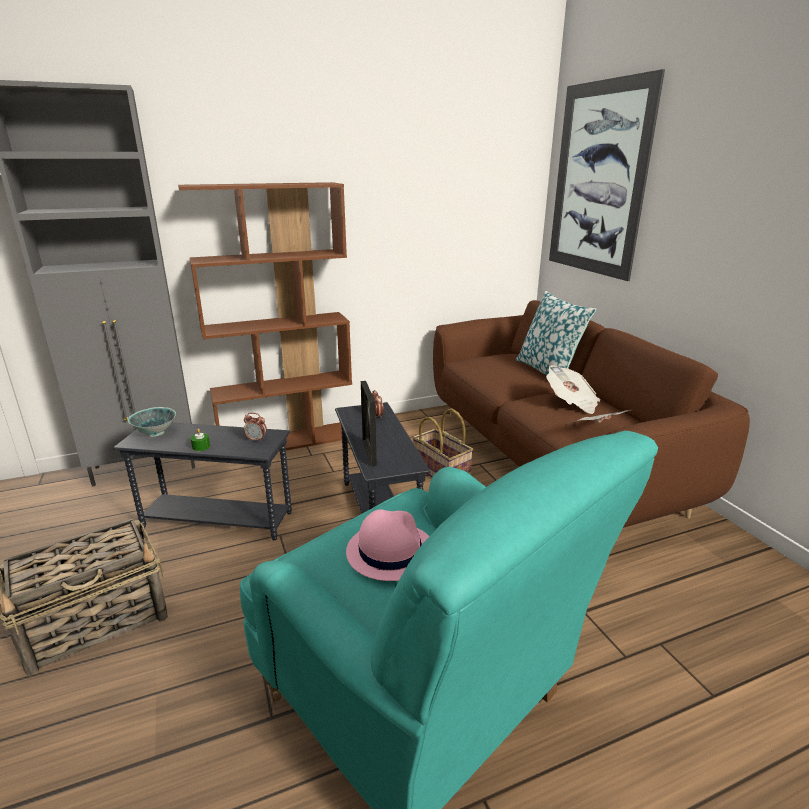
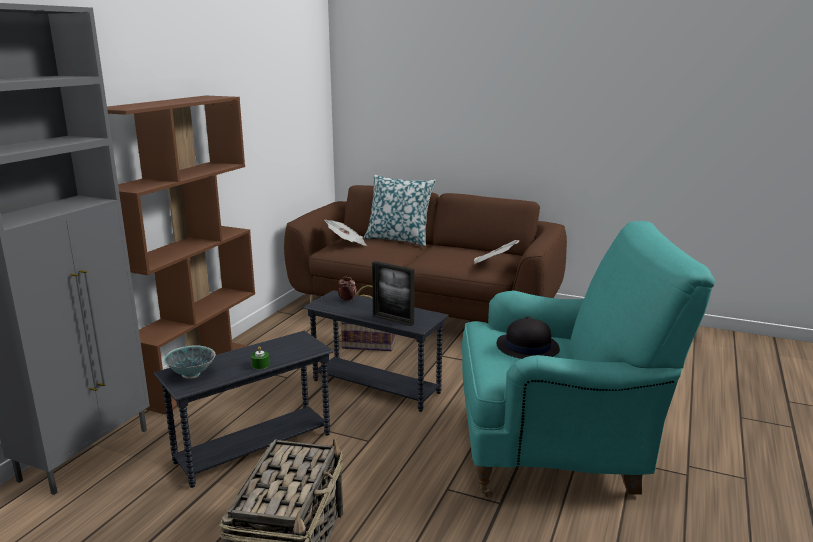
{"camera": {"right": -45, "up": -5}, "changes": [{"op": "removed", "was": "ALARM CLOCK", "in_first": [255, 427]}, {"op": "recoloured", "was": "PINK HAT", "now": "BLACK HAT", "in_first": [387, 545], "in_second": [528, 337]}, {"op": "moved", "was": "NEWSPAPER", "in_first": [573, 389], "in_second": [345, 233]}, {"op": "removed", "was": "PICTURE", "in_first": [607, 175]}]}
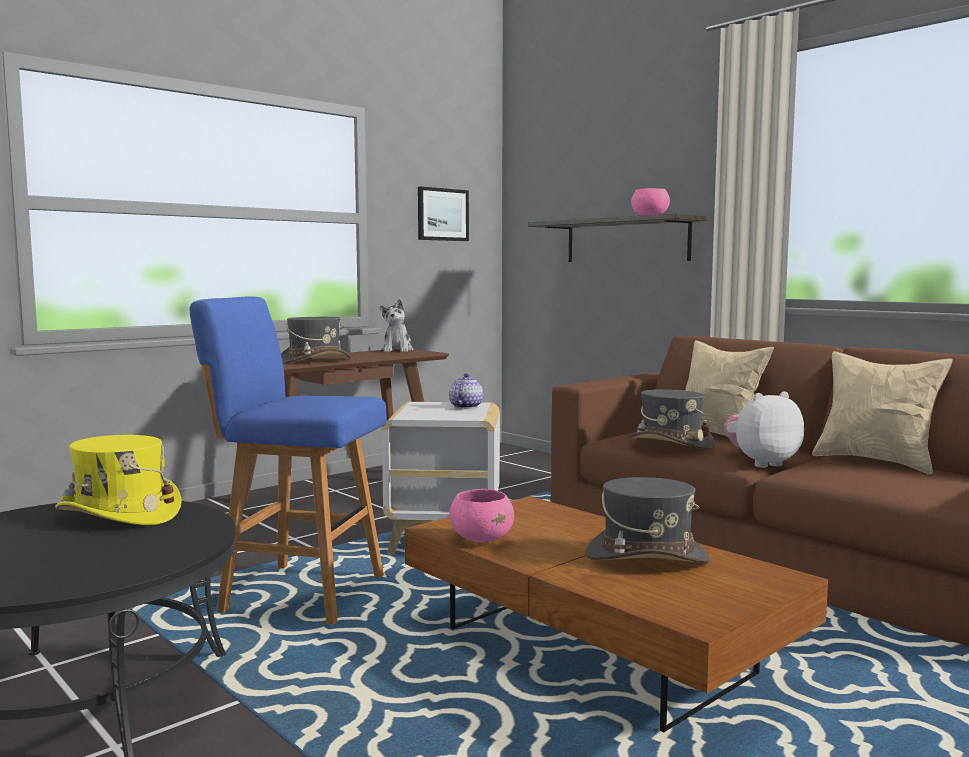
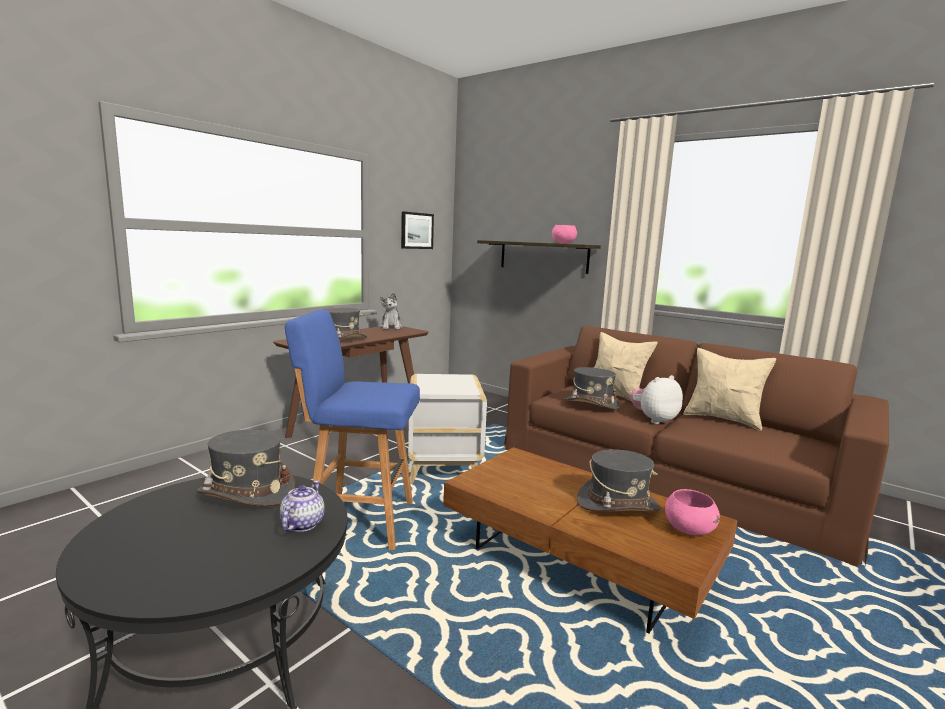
{"camera": {"right": -10, "up": 5}, "changes": [{"op": "recoloured", "was": "YELLOW HAT", "now": "GREY HAT", "in_first": [118, 480], "in_second": [246, 468]}, {"op": "moved", "was": "TEAPOT", "in_first": [466, 391], "in_second": [302, 506]}, {"op": "moved", "was": "PINK BOWL", "in_first": [481, 516], "in_second": [692, 512]}]}
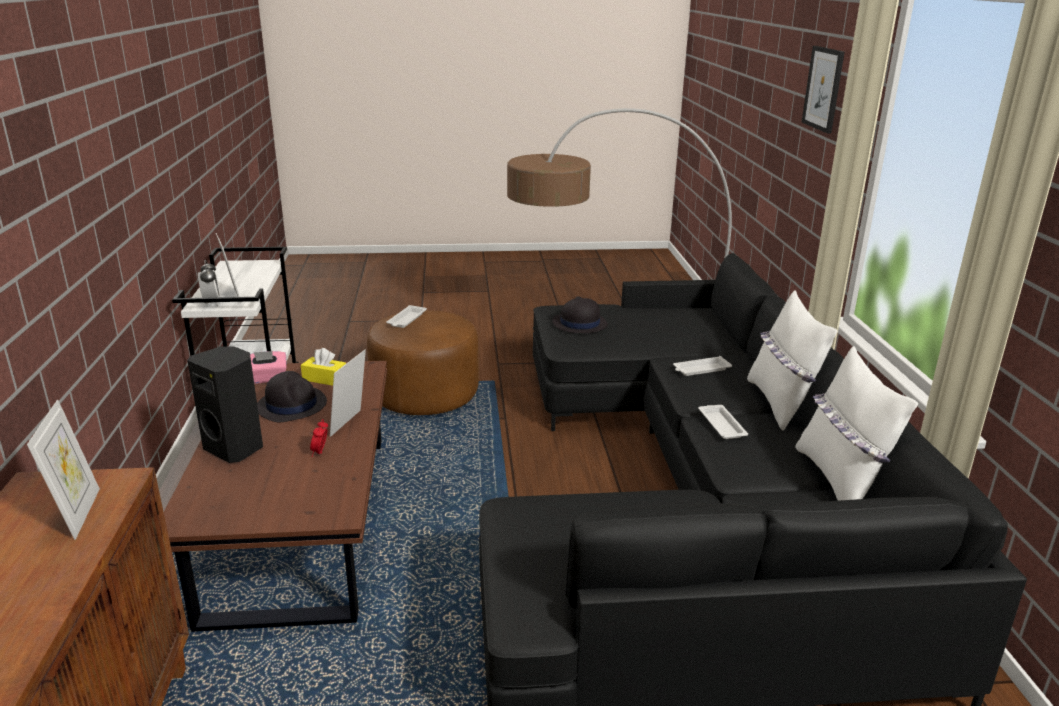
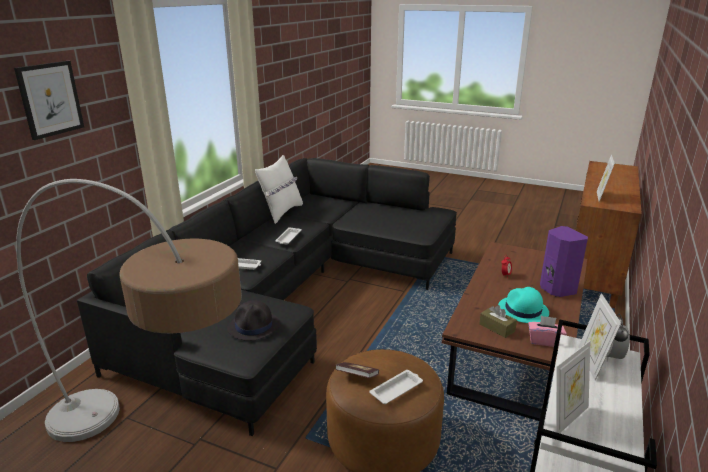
{"camera": {"right": -150, "up": 0}, "changes": [{"op": "recoloured", "was": "BLACK SPEAKER", "now": "PURPLE SPEAKER", "in_first": [225, 404], "in_second": [564, 261]}, {"op": "recoloured", "was": "BLACK HAT", "now": "TURQUOISE HAT", "in_first": [292, 396], "in_second": [523, 305]}, {"op": "recoloured", "was": "YELLOW TISSUE BOX", "now": "BROWN TISSUE BOX", "in_first": [323, 367], "in_second": [498, 321]}, {"op": "moved", "was": "PICTURE FRAME", "in_first": [348, 393], "in_second": [573, 387]}, {"op": "removed", "was": "WHITE PILLOW", "in_first": [792, 360]}, {"op": "added", "now": "BOOK", "in_second": [357, 370]}]}
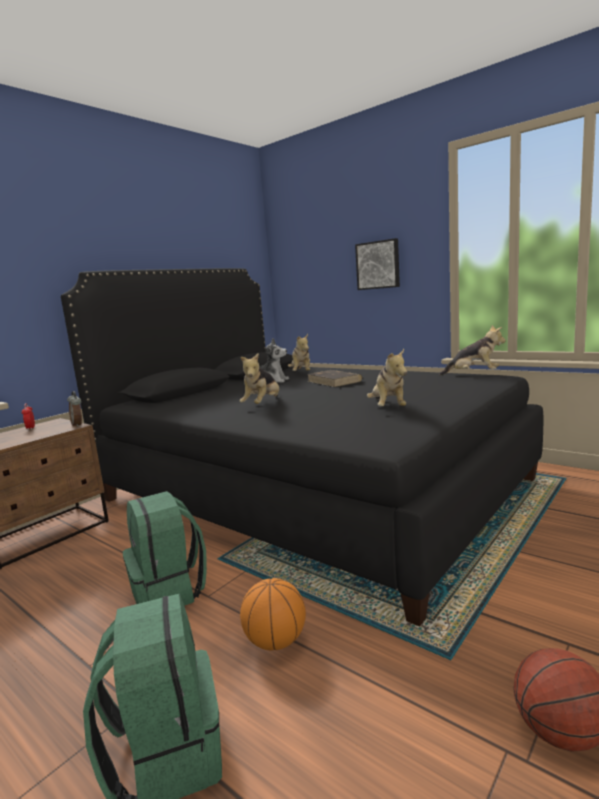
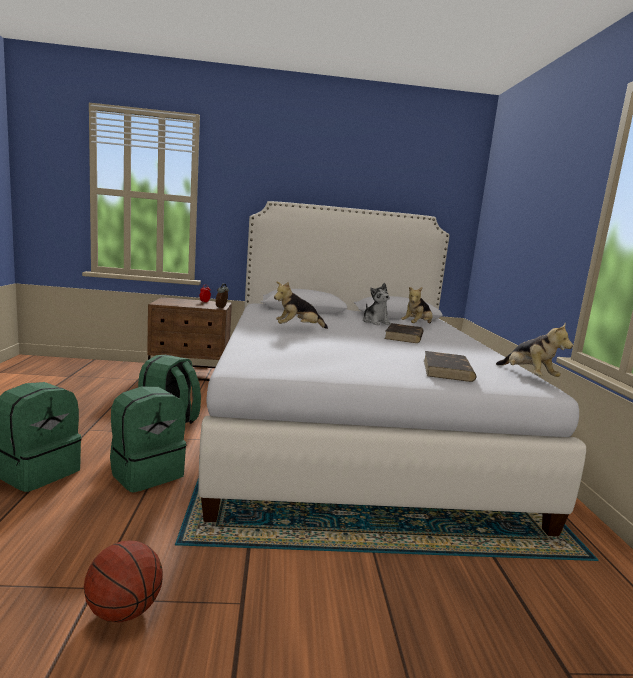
{"camera": {"right": 45, "up": 0}, "changes": [{"op": "recoloured", "was": "BLACK BED", "now": "WHITE BED", "in_first": [302, 447], "in_second": [392, 368]}, {"op": "replaced", "was": "BASKETBALL", "now": "GREEN BACKPACK", "in_first": [273, 614], "in_second": [148, 440]}, {"op": "removed", "was": "PICTURE", "in_first": [377, 264]}, {"op": "removed", "was": "PLUSH TOY", "in_first": [387, 377]}, {"op": "added", "now": "BROWN BOOK", "in_second": [450, 366]}]}
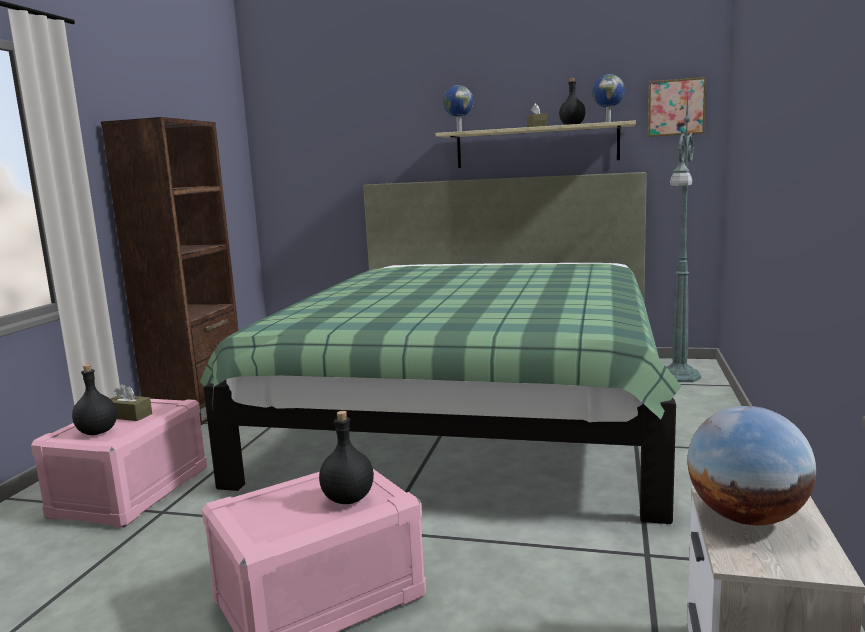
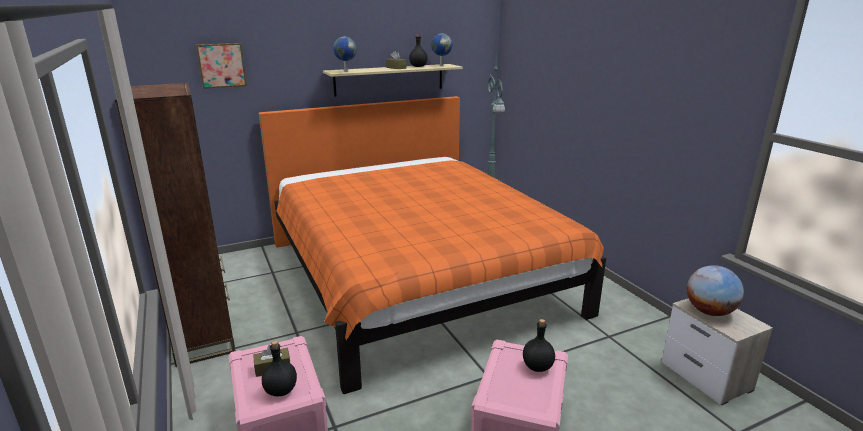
{"camera": {"right": -40, "up": 10}, "changes": [{"op": "recoloured", "was": "GREEN BED", "now": "ORANGE BED", "in_first": [441, 348], "in_second": [432, 245]}, {"op": "moved", "was": "PICTURE", "in_first": [677, 107], "in_second": [221, 66]}]}
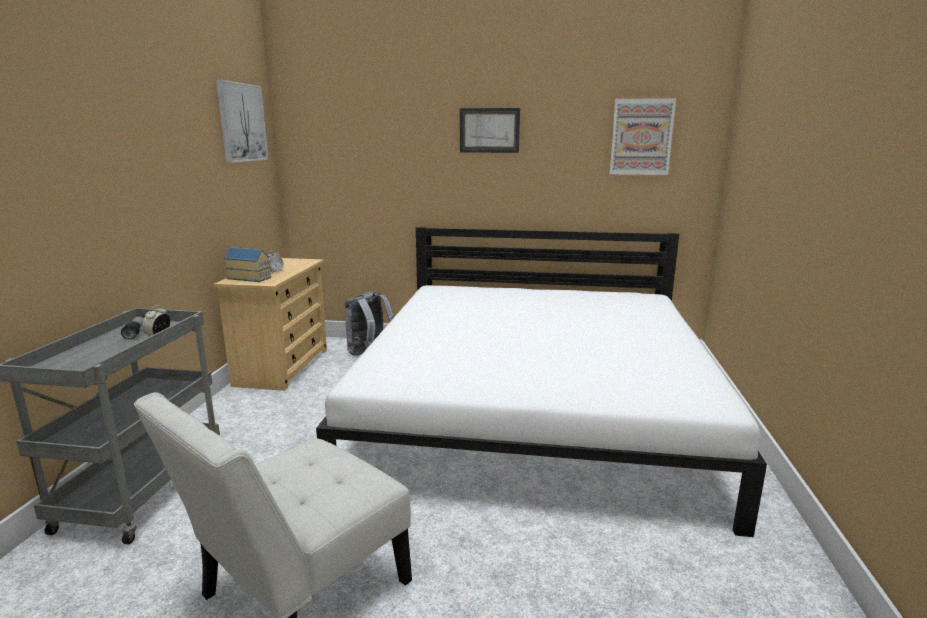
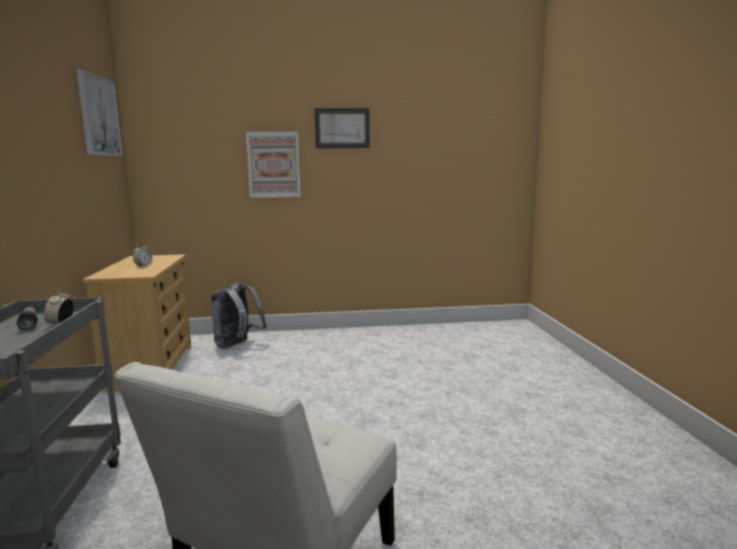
{"camera": {"right": -15, "up": -5}, "changes": [{"op": "removed", "was": "TOY HOUSE", "in_first": [248, 264]}, {"op": "removed", "was": "WHITE BED", "in_first": [541, 382]}, {"op": "moved", "was": "PICTURE", "in_first": [643, 136], "in_second": [273, 164]}]}
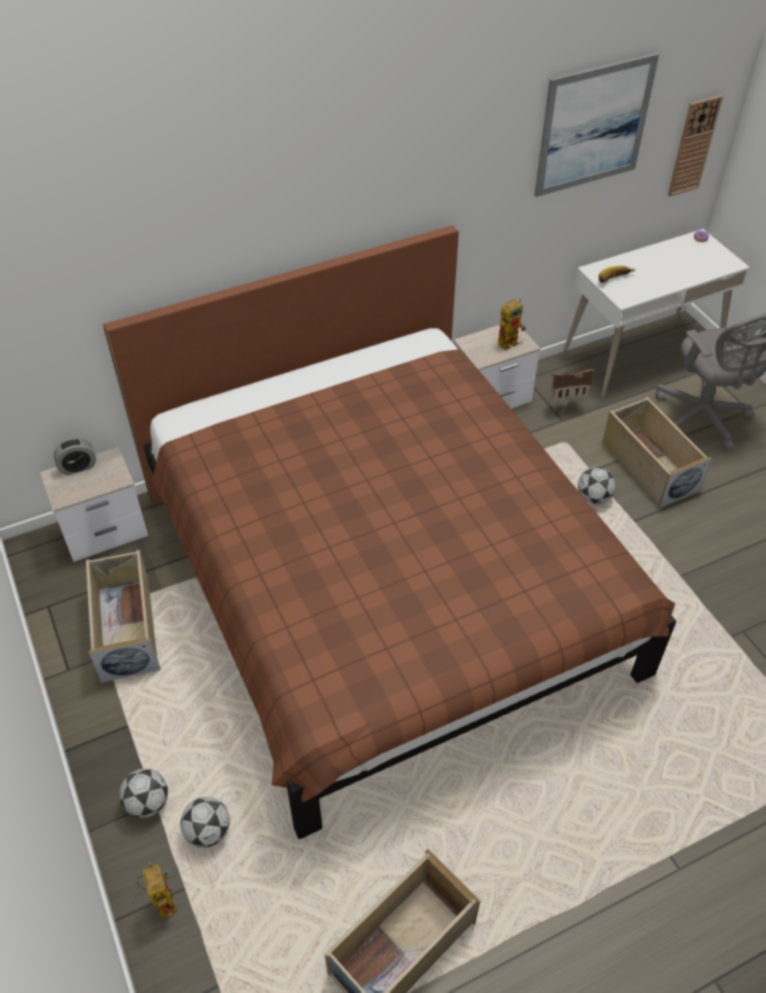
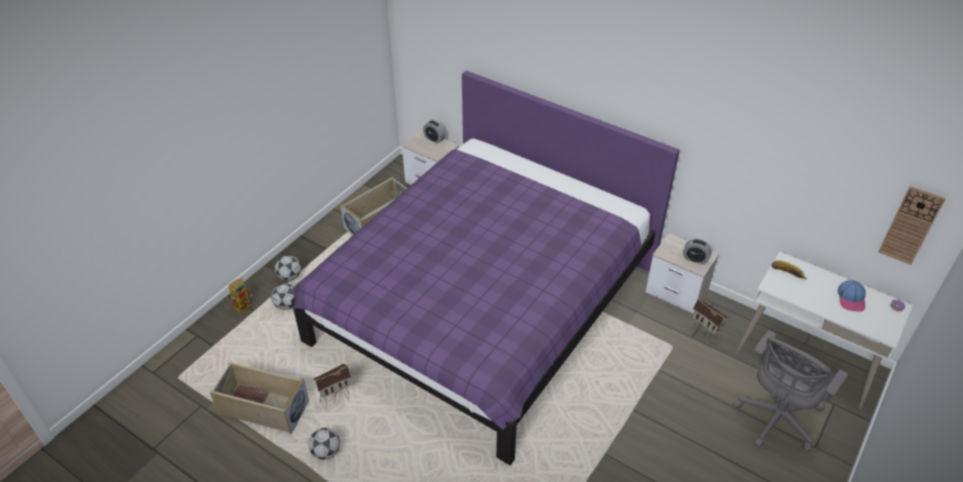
{"camera": {"right": 60, "up": -5}, "changes": [{"op": "recoloured", "was": "BROWN BED", "now": "PURPLE BED", "in_first": [389, 532], "in_second": [485, 268]}, {"op": "replaced", "was": "TOY ROBOT", "now": "ALARM CLOCK", "in_first": [512, 324], "in_second": [697, 251]}, {"op": "removed", "was": "PICTURE", "in_first": [597, 125]}, {"op": "moved", "was": "FOOTBALL", "in_first": [597, 485], "in_second": [324, 444]}, {"op": "removed", "was": "BEIGE STORAGE BOX", "in_first": [657, 452]}, {"op": "added", "now": "TOY HOUSE", "in_second": [332, 385]}, {"op": "added", "now": "CAP", "in_second": [852, 296]}]}
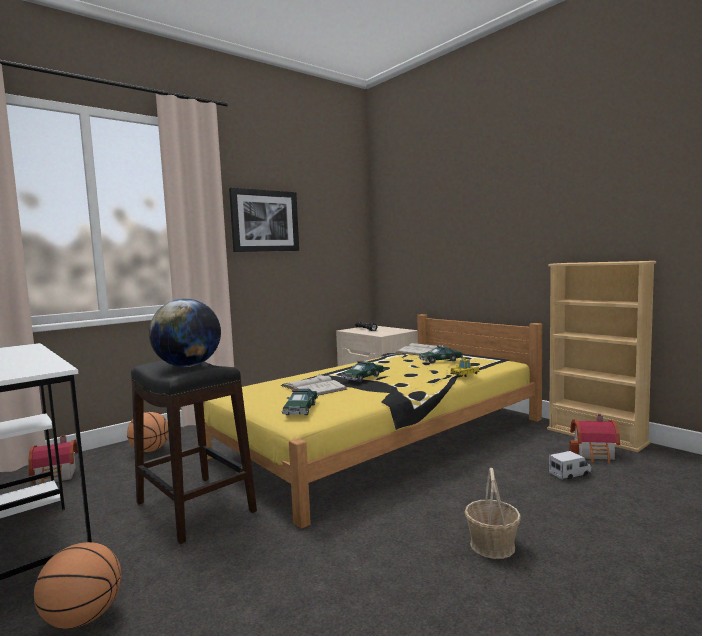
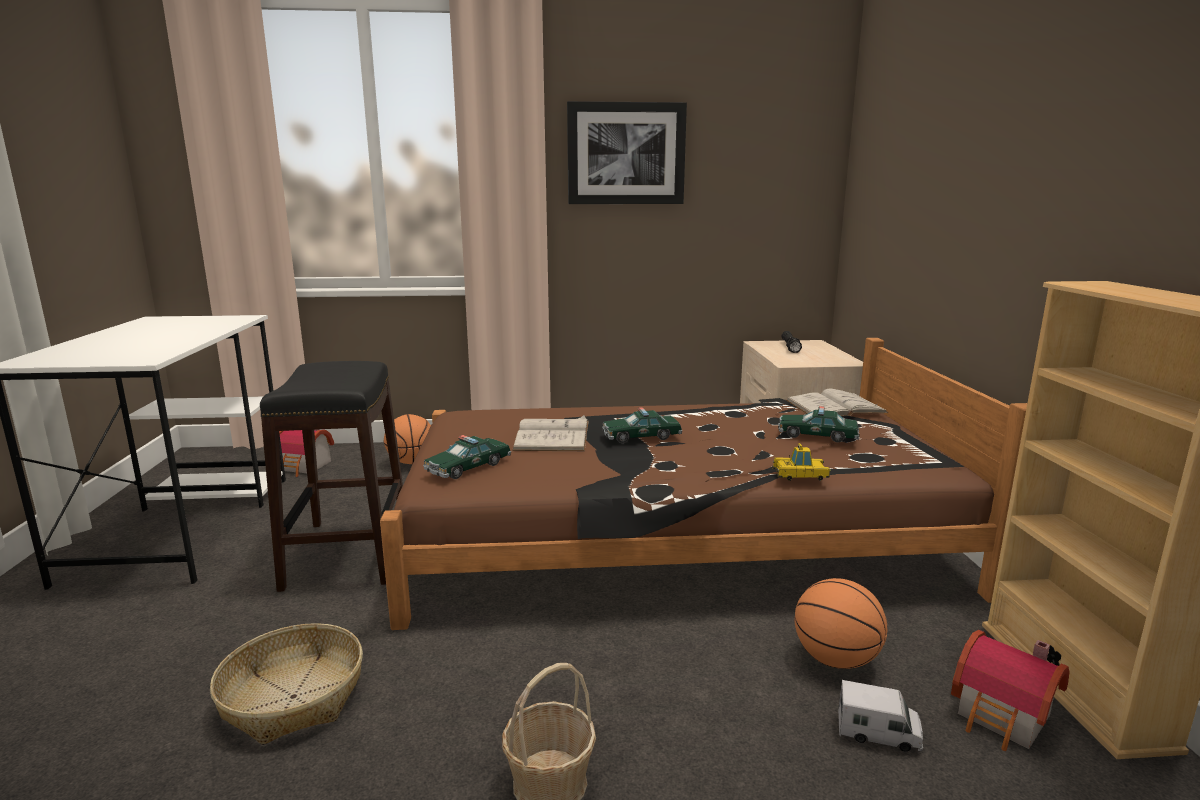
{"camera": {"right": 35, "up": 10}, "changes": [{"op": "moved", "was": "BASKETBALL", "in_first": [78, 585], "in_second": [841, 623]}, {"op": "removed", "was": "GLOBE", "in_first": [185, 333]}, {"op": "recoloured", "was": "YELLOW BED", "now": "BROWN BED", "in_first": [372, 421], "in_second": [703, 484]}, {"op": "added", "now": "BASKET", "in_second": [286, 684]}]}
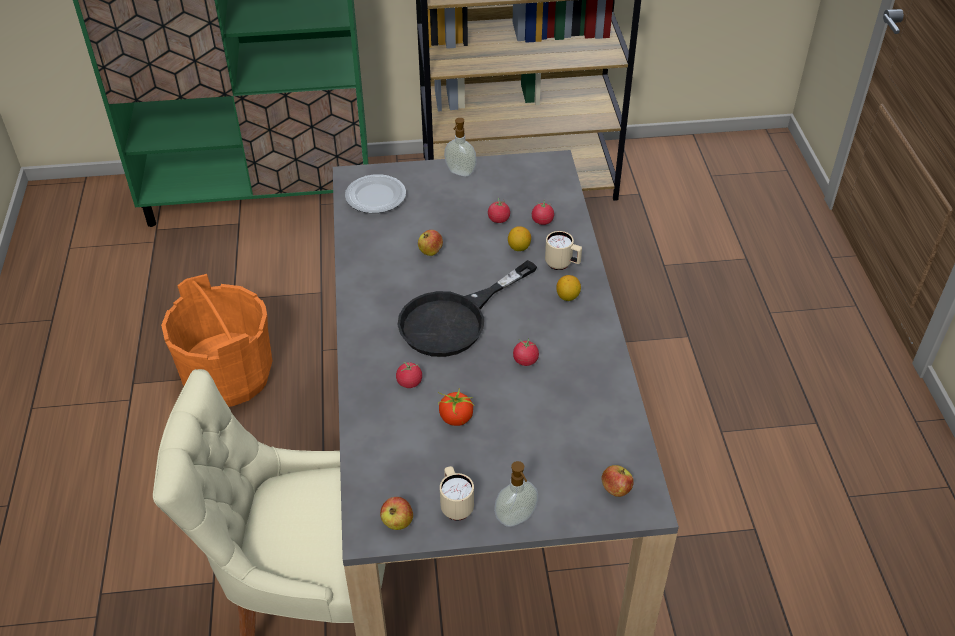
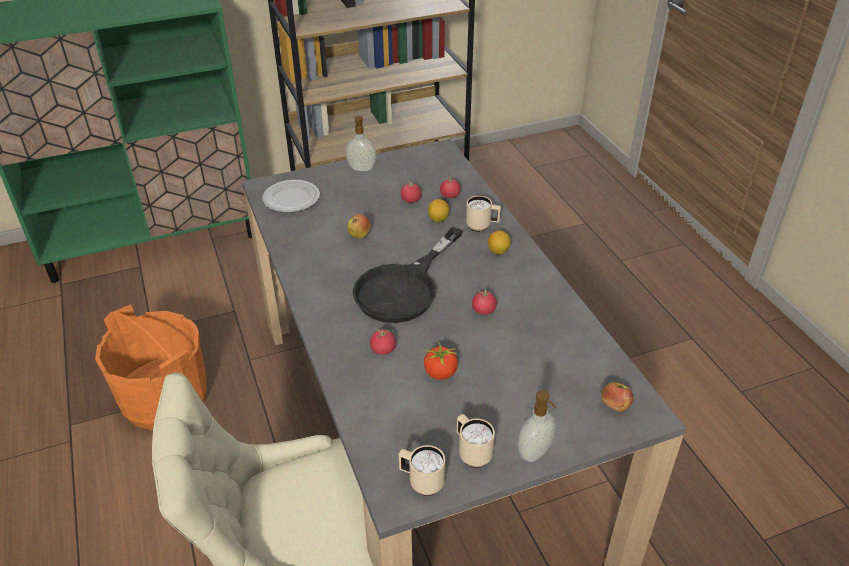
{"camera": {"right": -15, "up": -5}, "changes": [{"op": "replaced", "was": "APPLE", "now": "BEIGE MUG", "in_first": [396, 513], "in_second": [422, 470]}]}
